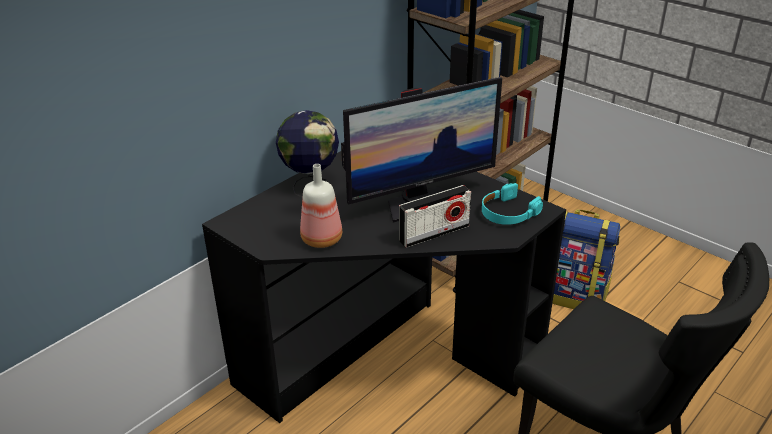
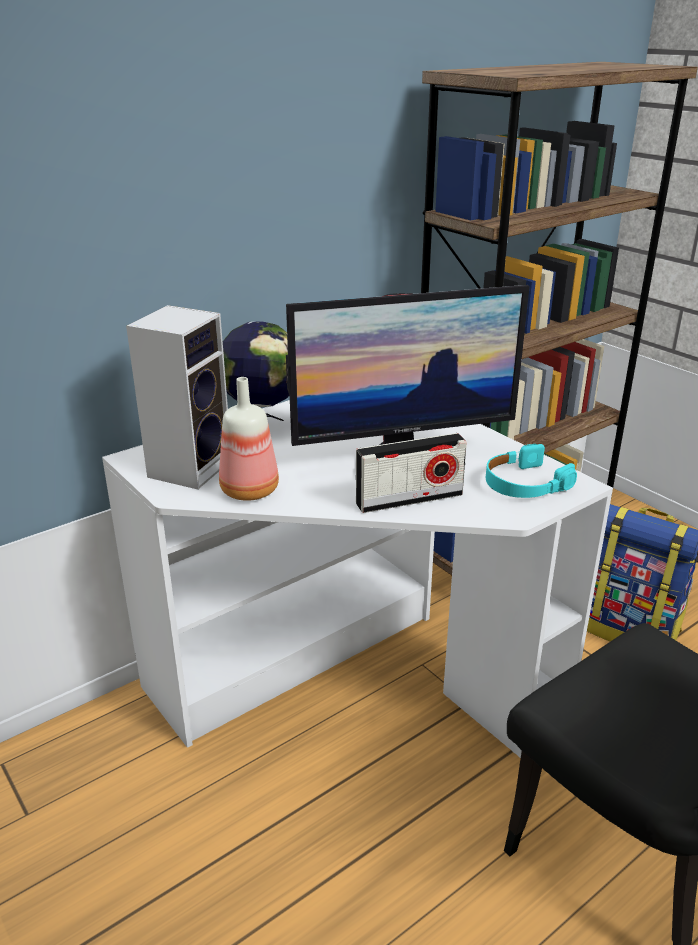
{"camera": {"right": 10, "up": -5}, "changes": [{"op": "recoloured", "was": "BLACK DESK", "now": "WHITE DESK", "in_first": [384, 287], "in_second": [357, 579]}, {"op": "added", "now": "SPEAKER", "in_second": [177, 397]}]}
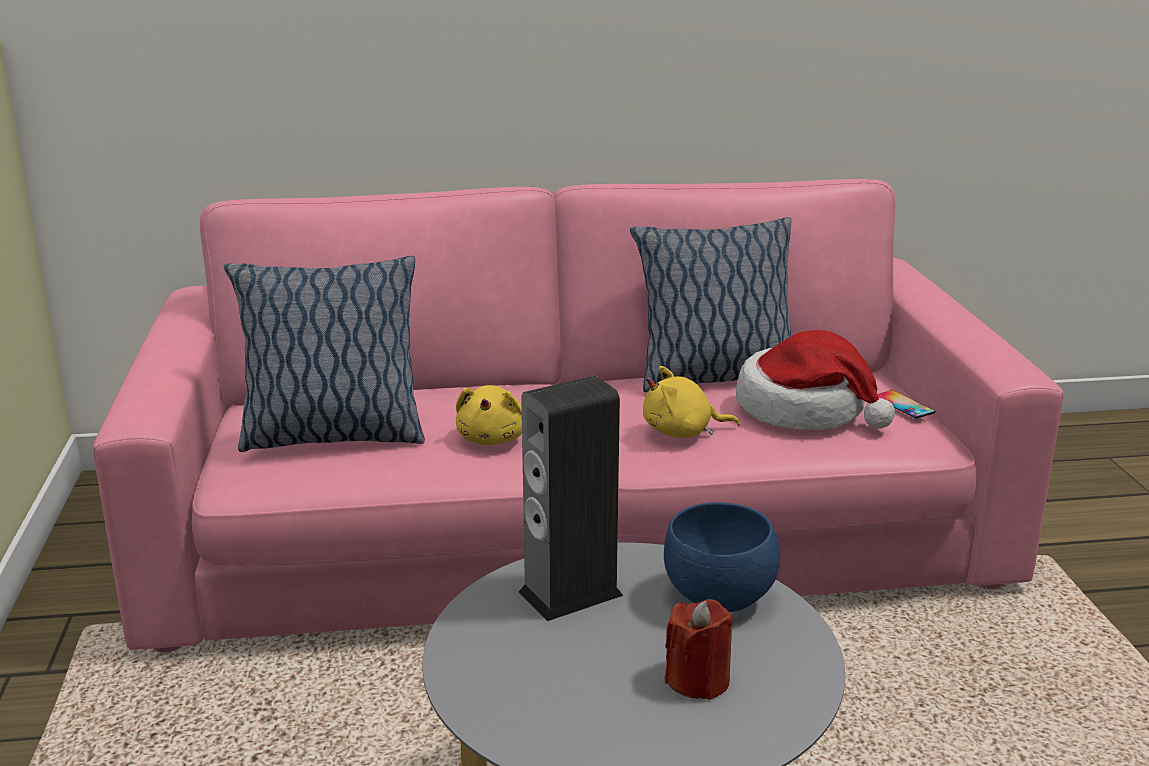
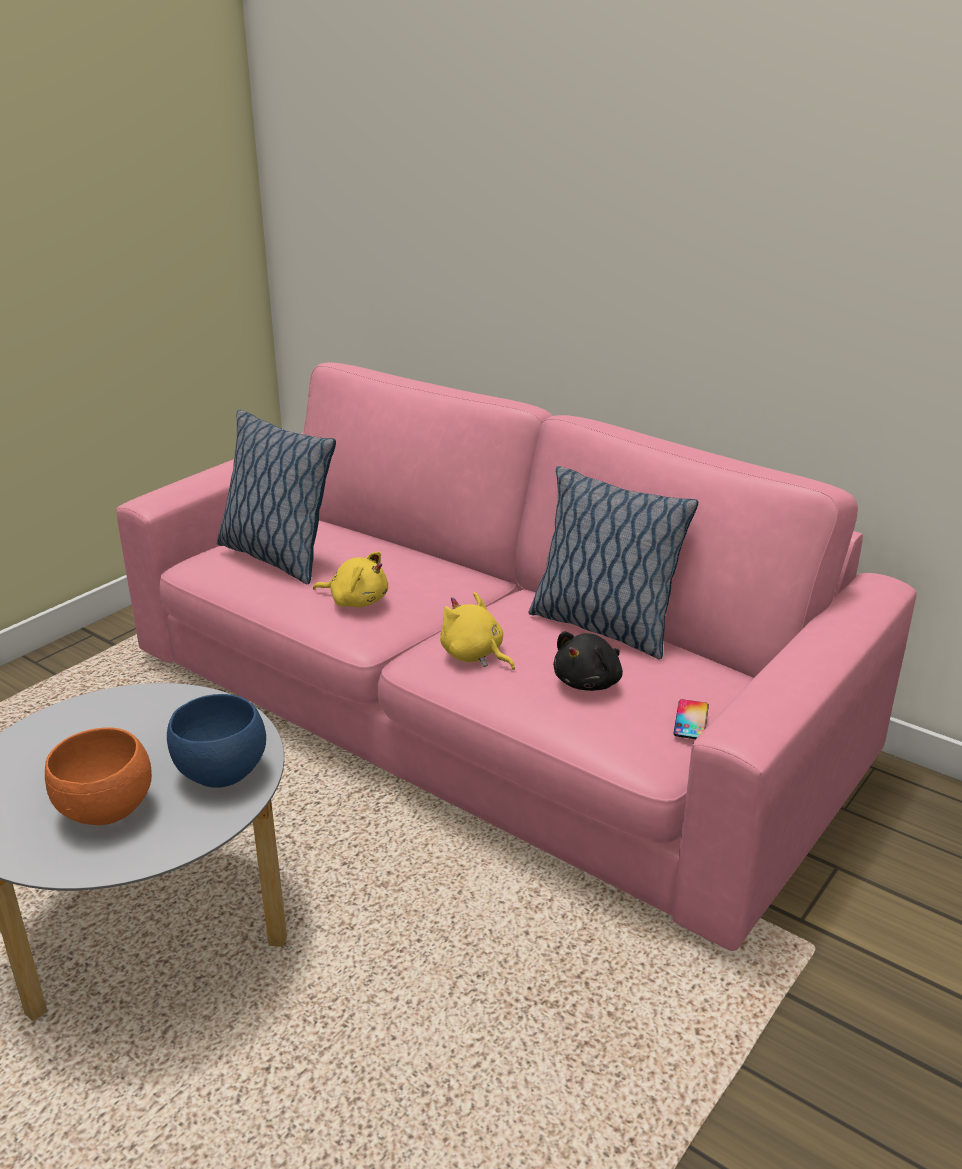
{"camera": {"right": 45, "up": 5}, "changes": [{"op": "turned", "was": "YELLOW PLUSH TOY", "in_first": [489, 415], "in_second": [350, 579], "clockwise": -120}, {"op": "removed", "was": "SPEAKER", "in_first": [571, 498]}, {"op": "replaced", "was": "RED CANDLE", "now": "ORANGE BOWL", "in_first": [698, 649], "in_second": [98, 776]}, {"op": "replaced", "was": "HAT", "now": "BLACK PLUSH TOY", "in_first": [815, 380], "in_second": [588, 661]}]}
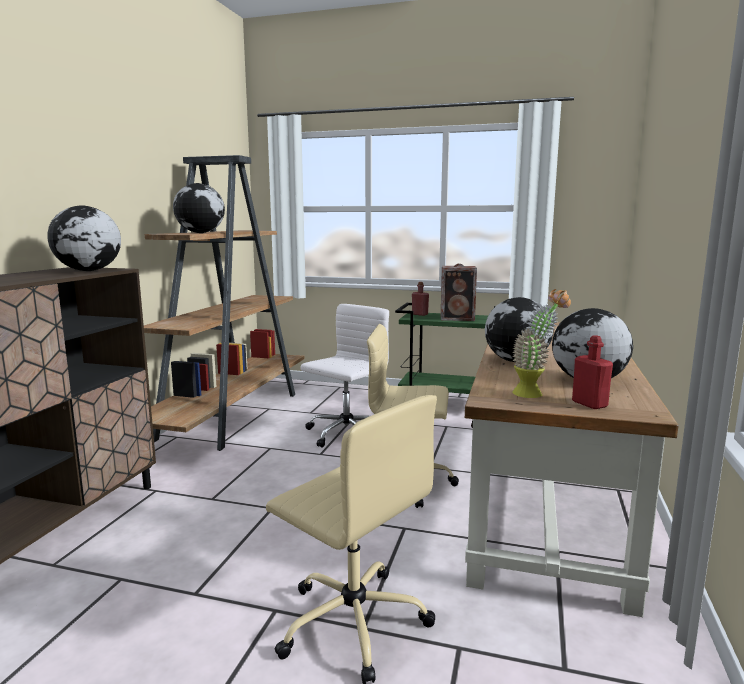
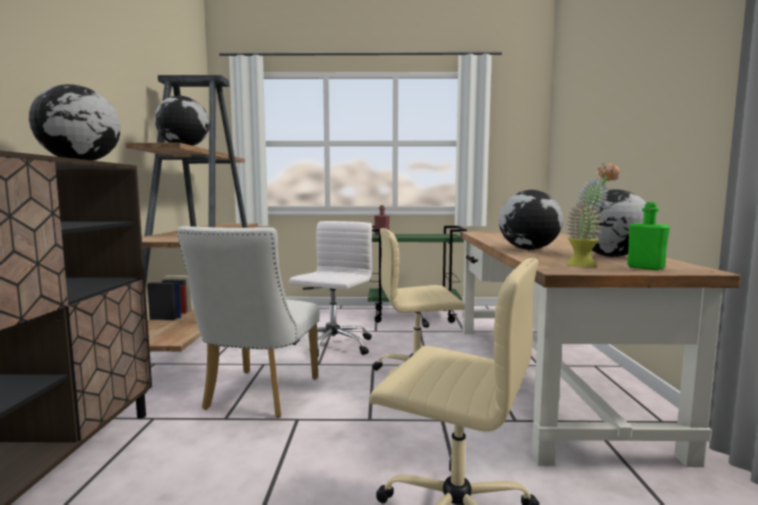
{"camera": {"right": -15, "up": -5}, "changes": [{"op": "removed", "was": "SPEAKER", "in_first": [459, 292]}, {"op": "recoloured", "was": "RED BOTTLE", "now": "GREEN BOTTLE", "in_first": [592, 372], "in_second": [648, 236]}, {"op": "added", "now": "WHITE CHAIR", "in_second": [248, 322]}]}
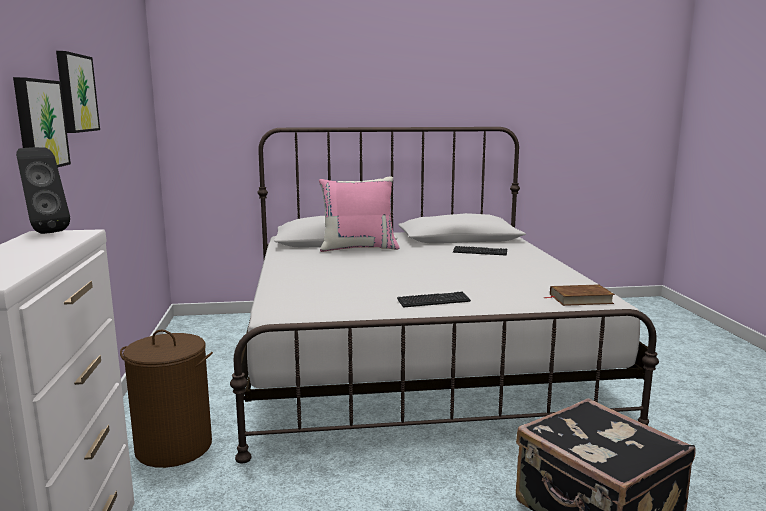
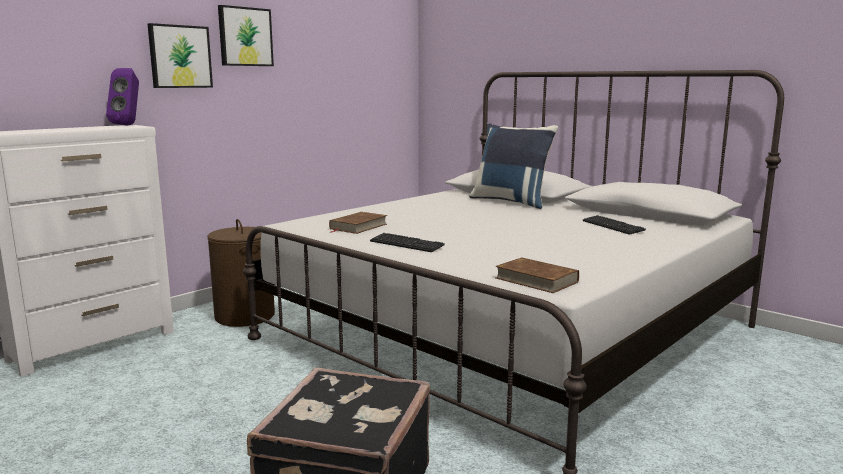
{"camera": {"right": 50, "up": 0}, "changes": [{"op": "recoloured", "was": "BLACK SPEAKER", "now": "PURPLE SPEAKER", "in_first": [43, 190], "in_second": [122, 97]}, {"op": "recoloured", "was": "PINK PILLOW", "now": "BLUE PILLOW", "in_first": [359, 214], "in_second": [513, 166]}, {"op": "added", "now": "BROWN BOOK", "in_second": [358, 223]}]}
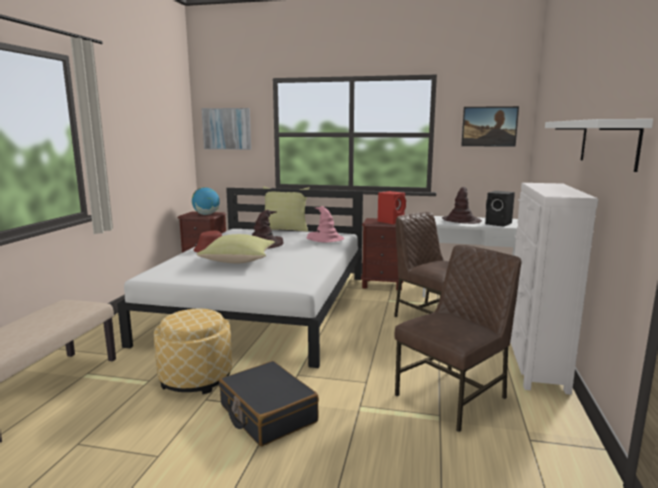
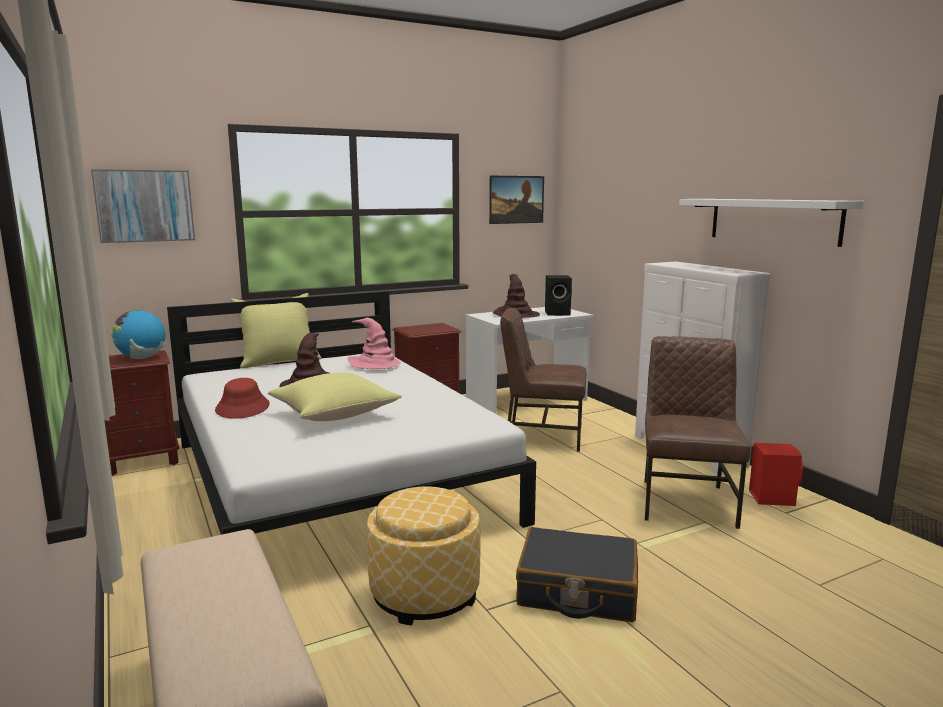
{"camera": {"right": -40, "up": 0}, "changes": [{"op": "moved", "was": "RED SPEAKER", "in_first": [392, 207], "in_second": [776, 474]}]}
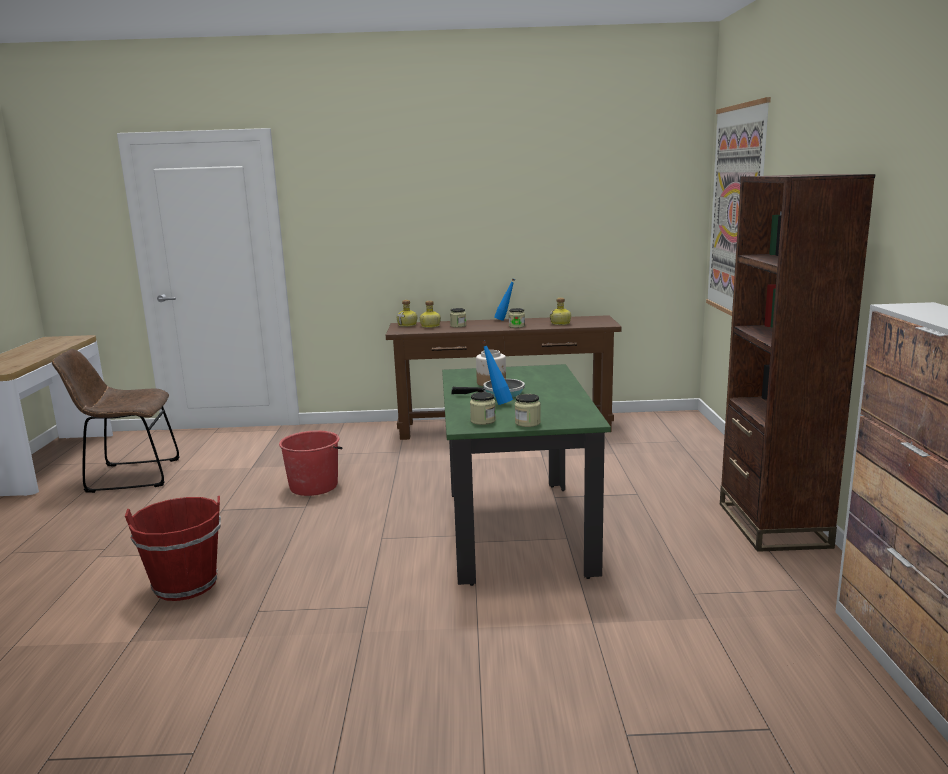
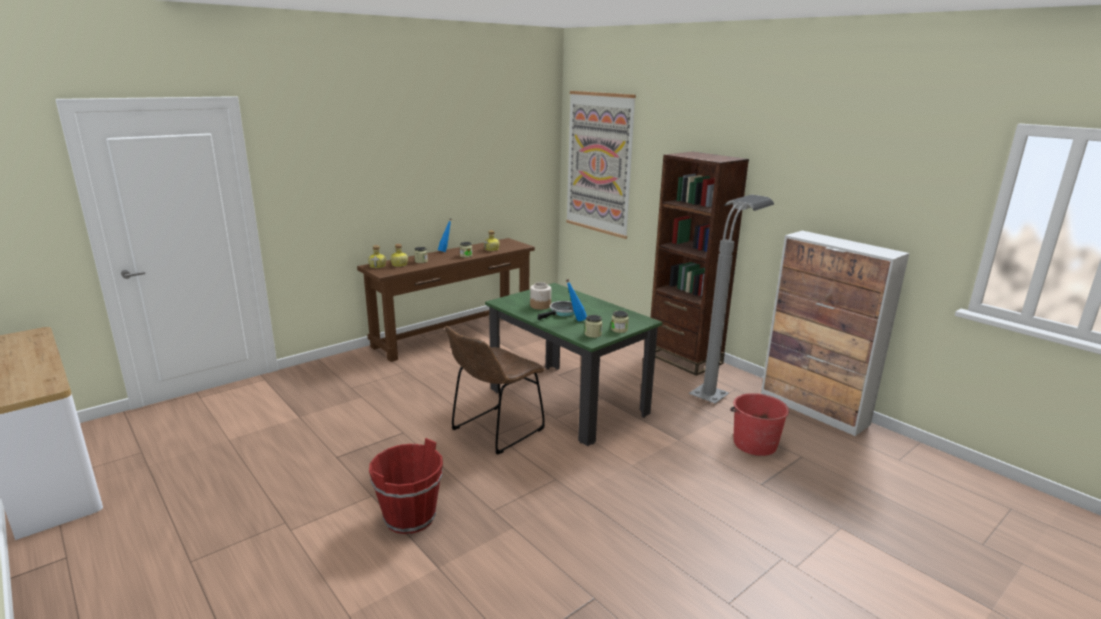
{"camera": {"right": -40, "up": 5}, "changes": [{"op": "moved", "was": "BROWN CHAIR", "in_first": [116, 421], "in_second": [495, 390]}, {"op": "moved", "was": "RED BUCKET", "in_first": [311, 463], "in_second": [759, 424]}, {"op": "added", "now": "GREY FLOOR LAMP", "in_second": [731, 299]}]}
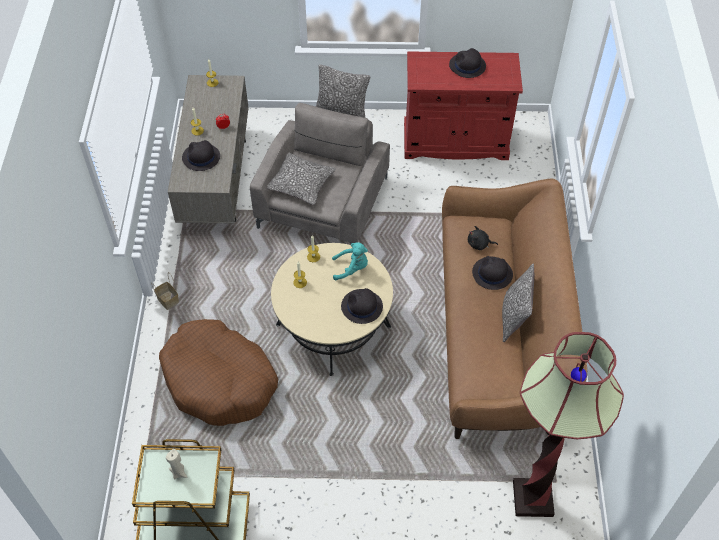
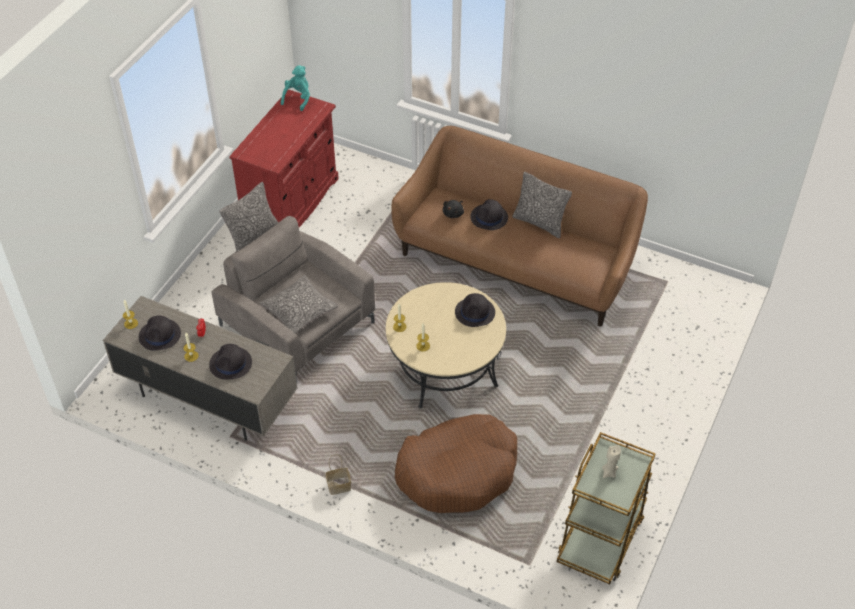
{"camera": {"right": -65, "up": -5}, "changes": [{"op": "moved", "was": "TURQUOISE PLUSH TOY", "in_first": [350, 261], "in_second": [295, 88]}, {"op": "moved", "was": "BLACK HAT", "in_first": [467, 63], "in_second": [160, 333]}, {"op": "removed", "was": "FLOOR LAMP", "in_first": [568, 424]}]}
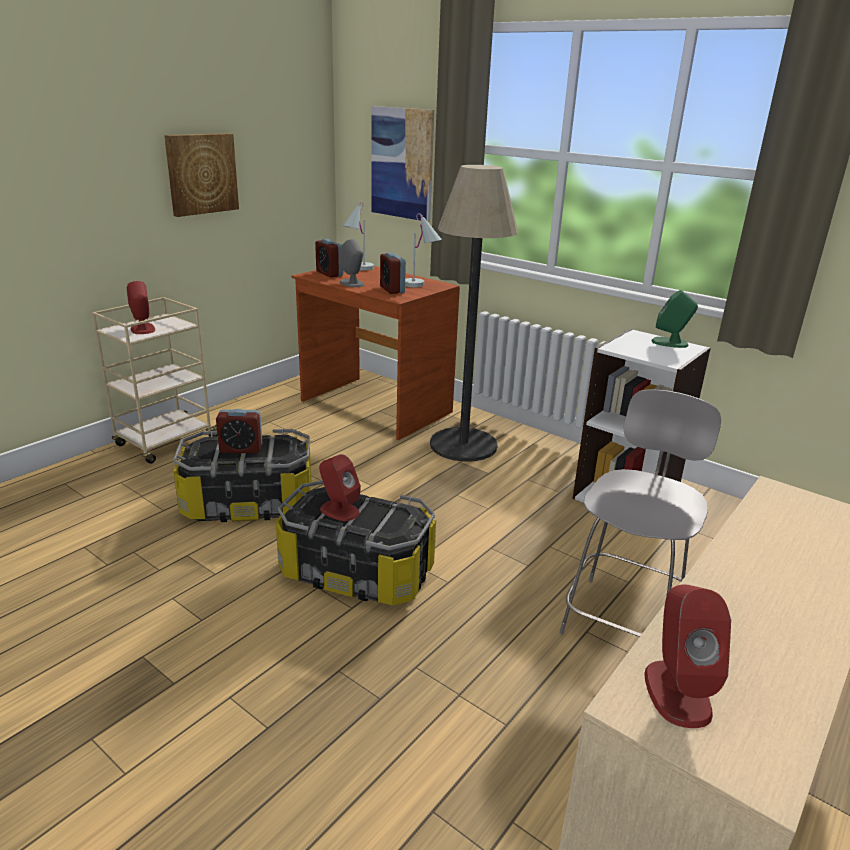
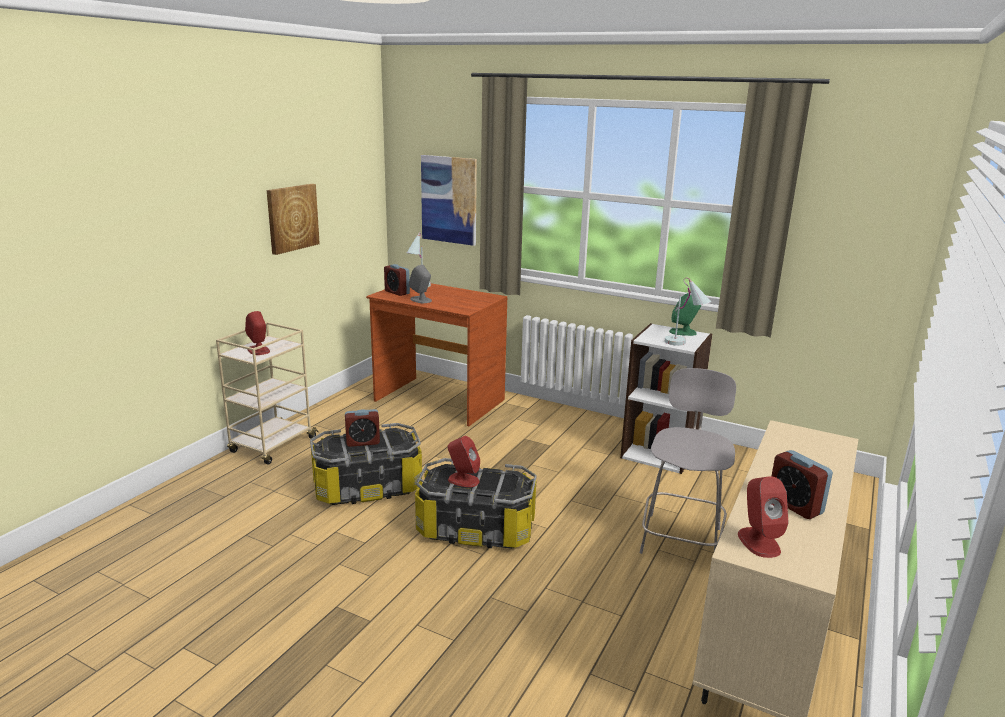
{"camera": {"right": -10, "up": -5}, "changes": [{"op": "moved", "was": "ALARM CLOCK", "in_first": [393, 273], "in_second": [802, 484]}, {"op": "moved", "was": "WHITE TABLE LAMP", "in_first": [423, 250], "in_second": [688, 311]}, {"op": "removed", "was": "FLOOR LAMP", "in_first": [474, 313]}]}
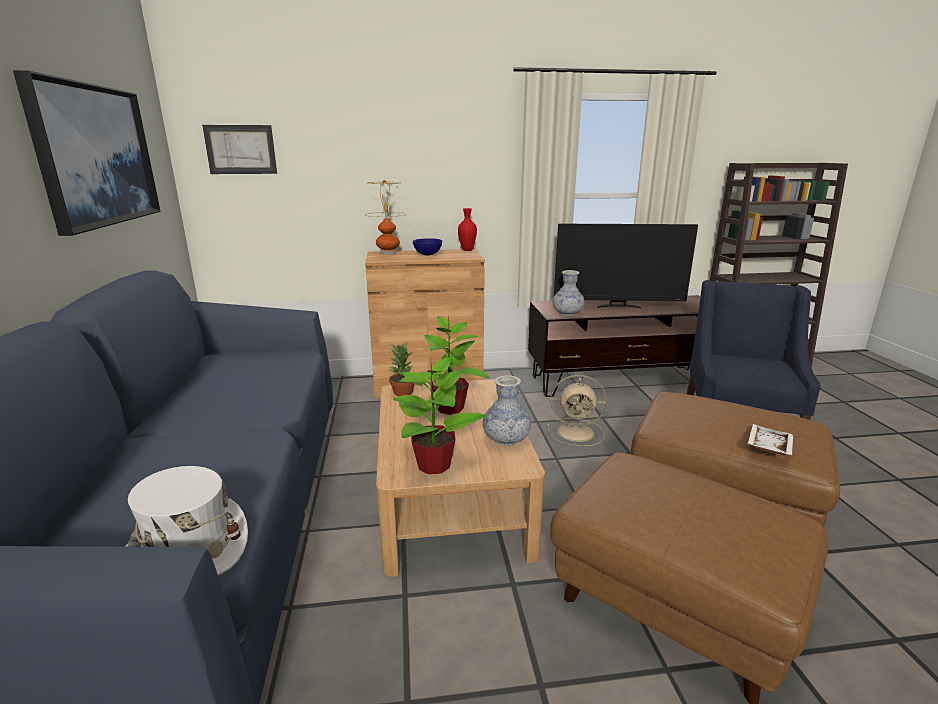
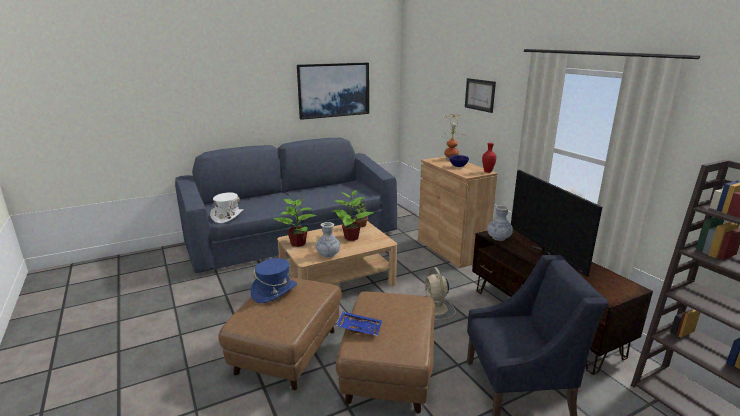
{"camera": {"right": 70, "up": 0}, "changes": [{"op": "moved", "was": "PICTURE", "in_first": [239, 149], "in_second": [480, 95]}, {"op": "recoloured", "was": "WHITE TRAY", "now": "BLUE TRAY", "in_first": [770, 440], "in_second": [359, 324]}, {"op": "added", "now": "BLUE HAT", "in_second": [274, 280]}]}
